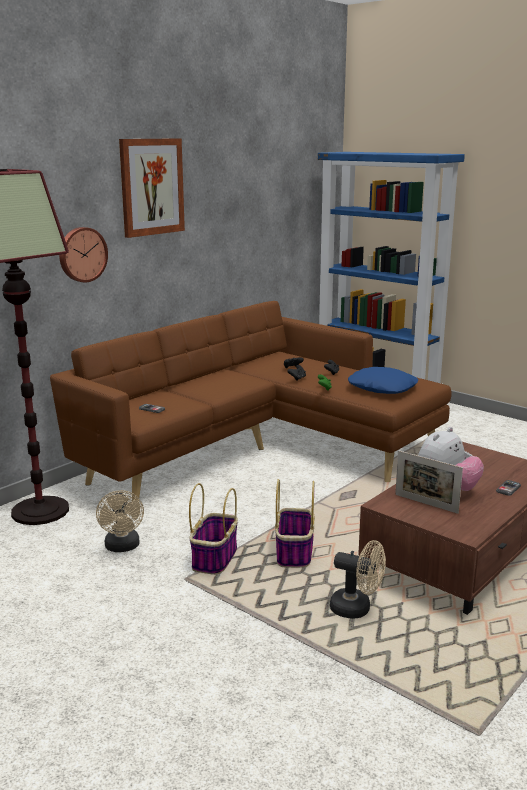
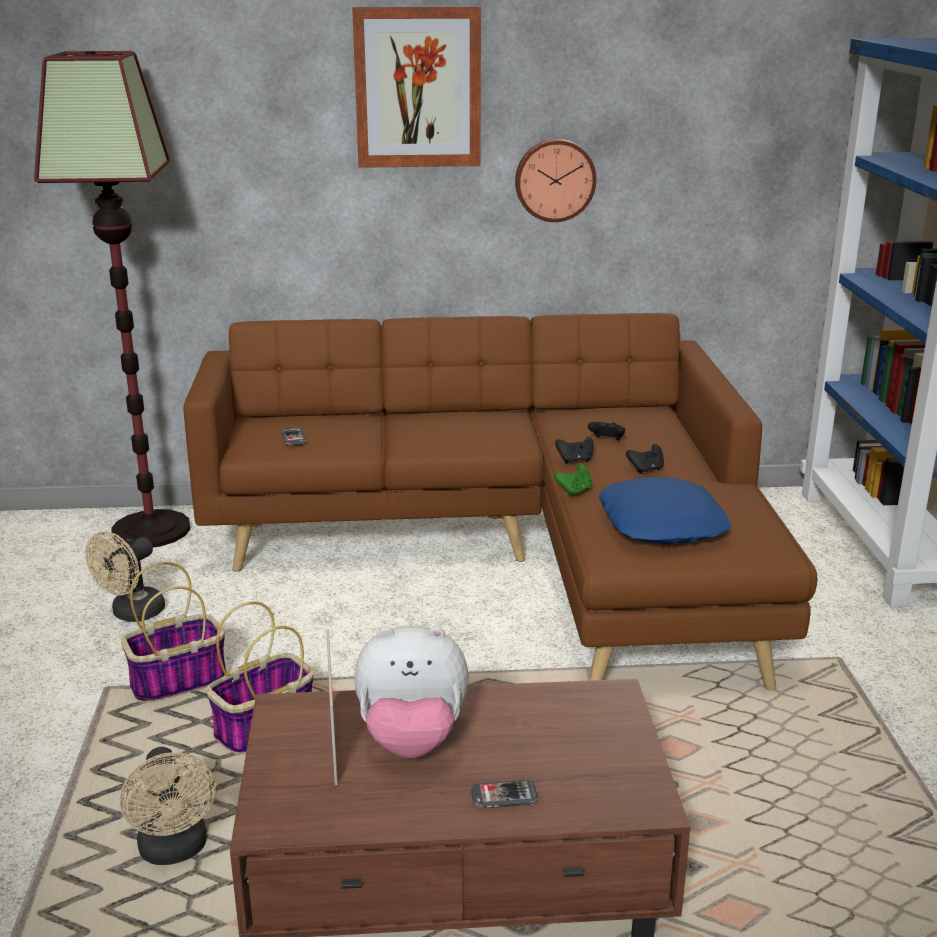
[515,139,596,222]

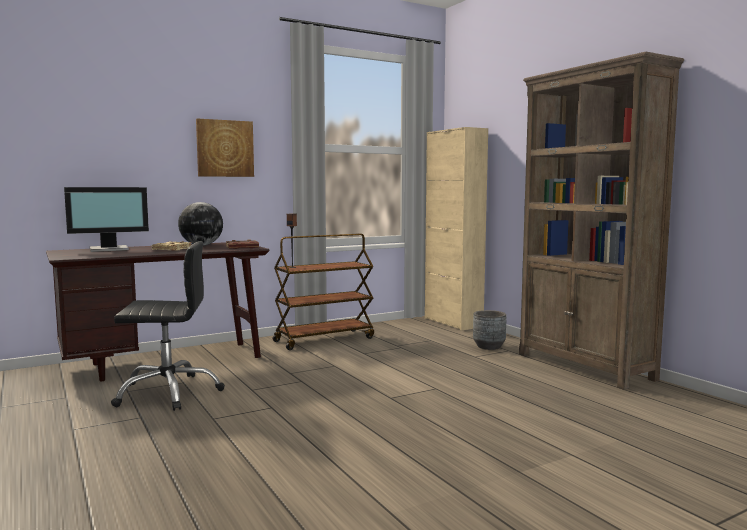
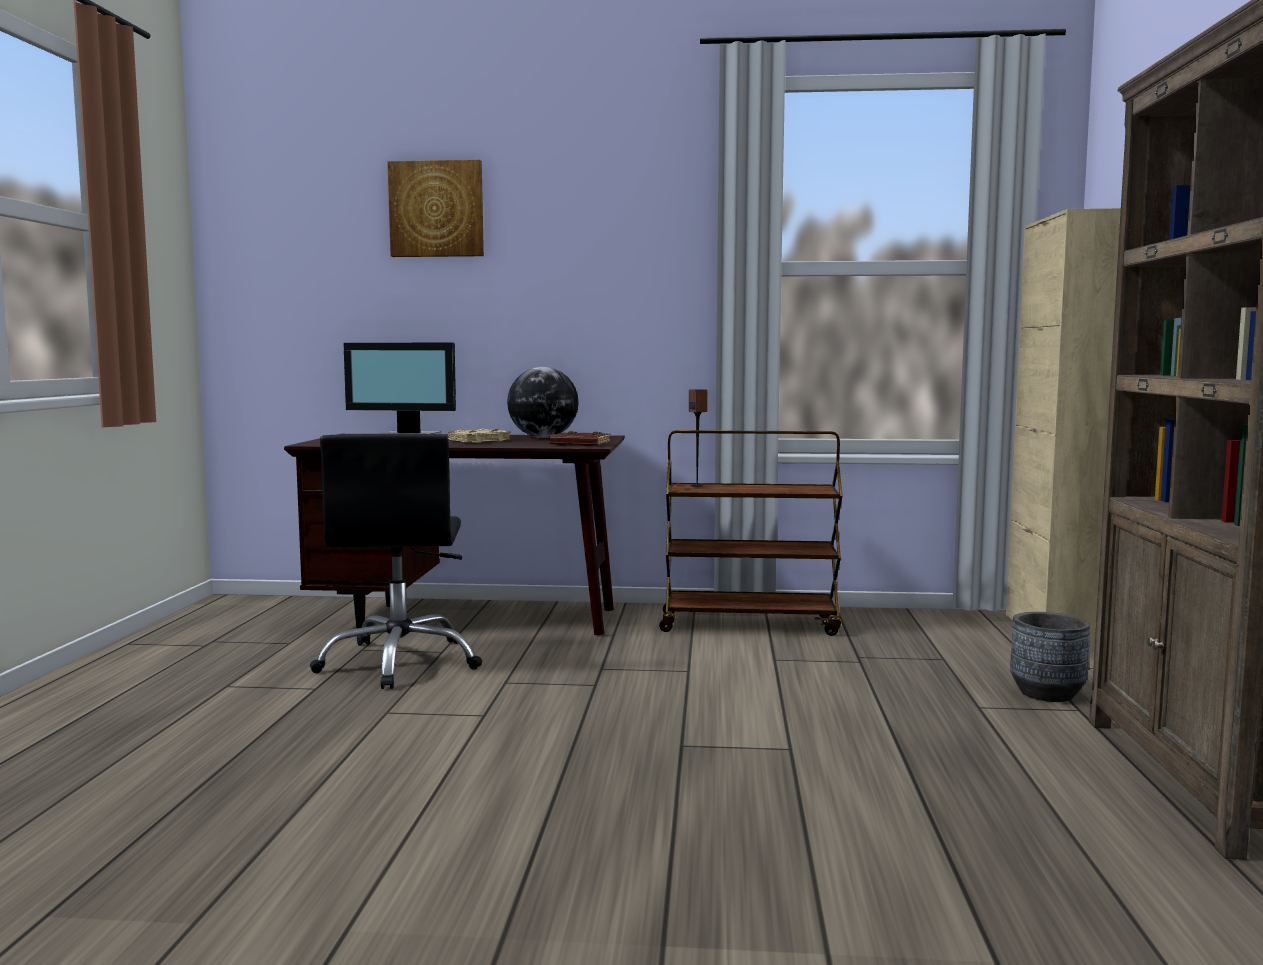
[310,434,482,689]
[387,160,484,257]

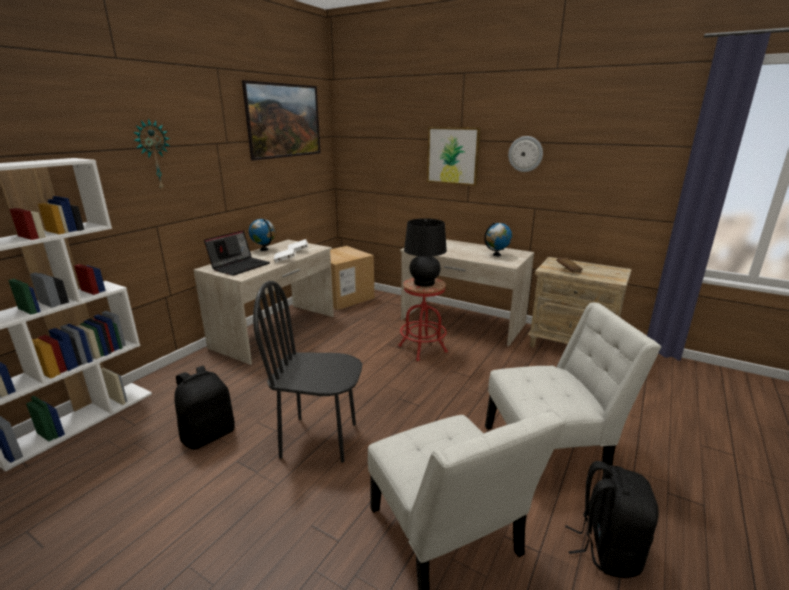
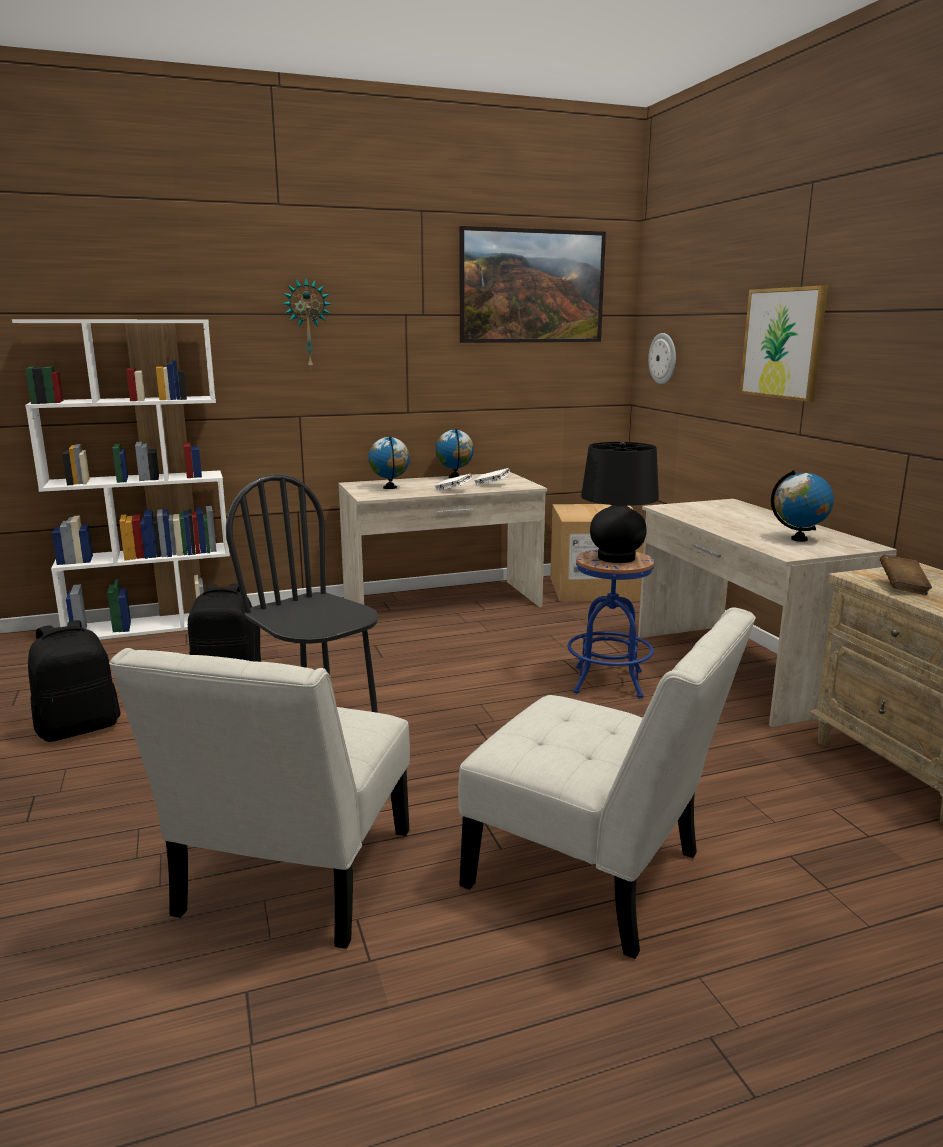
[28,620,121,742]
[368,436,410,489]
[567,549,654,698]
[648,333,676,384]

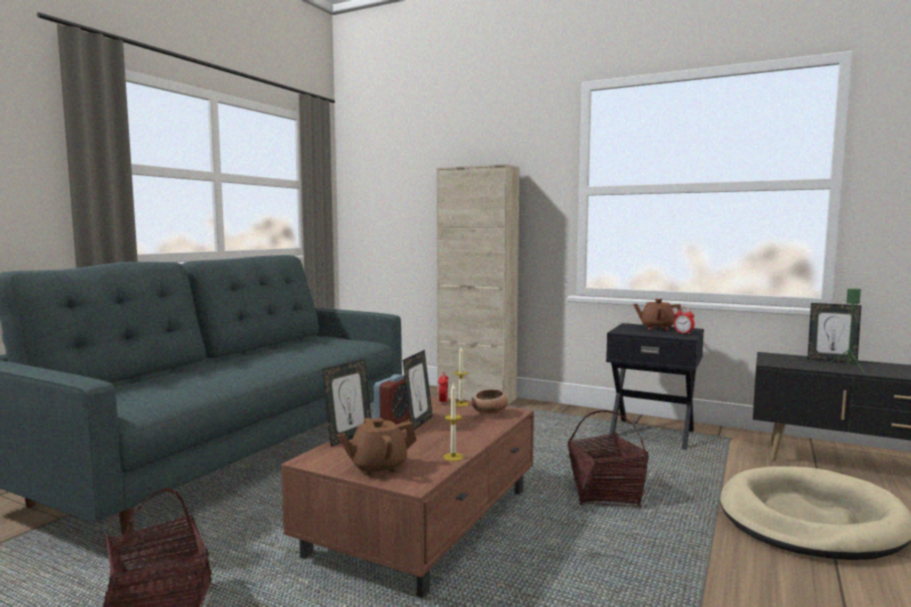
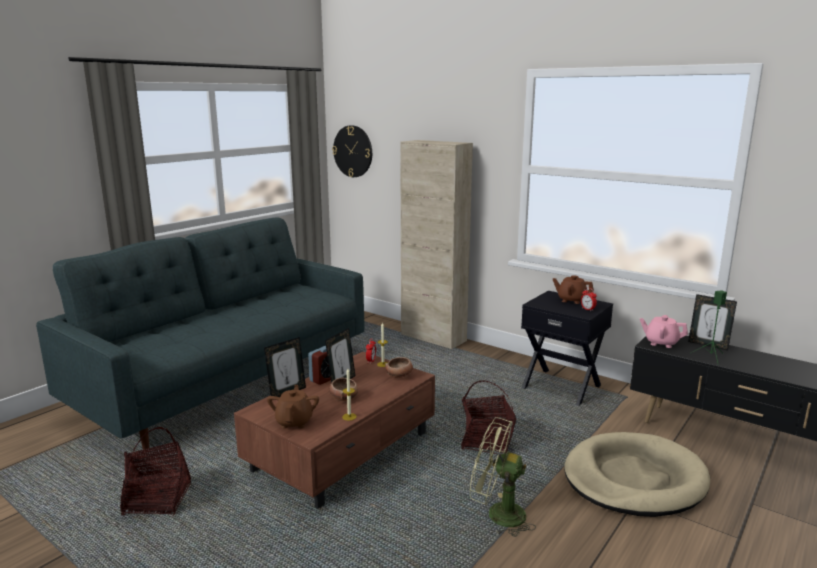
[267,385,319,428]
[329,378,358,401]
[332,125,372,177]
[470,417,536,537]
[640,315,688,348]

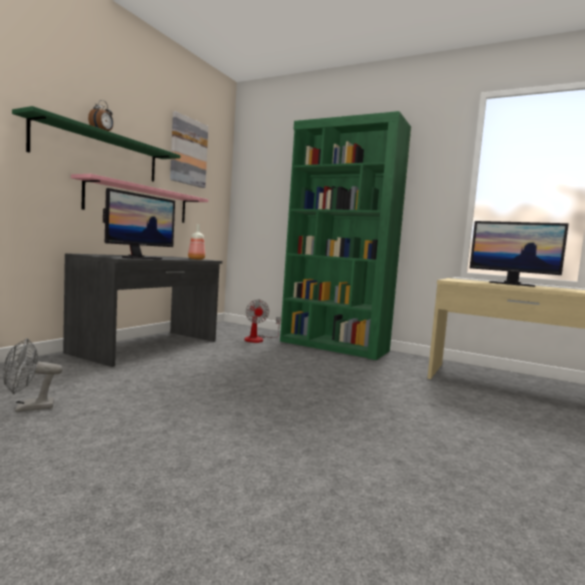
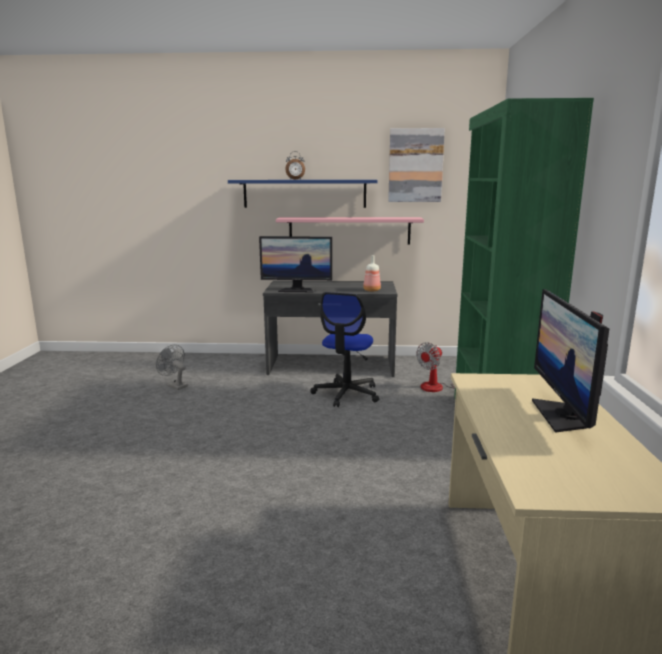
[228,180,377,208]
[310,292,379,407]

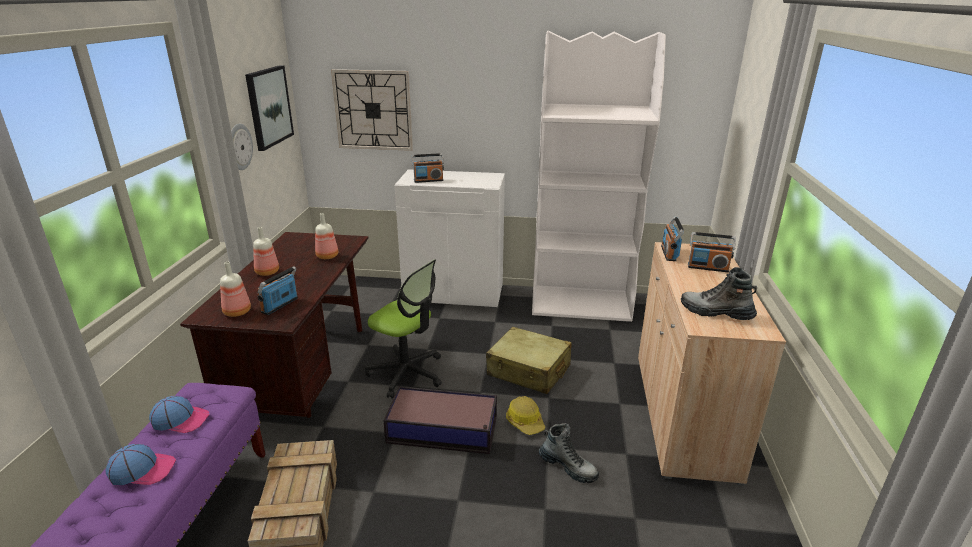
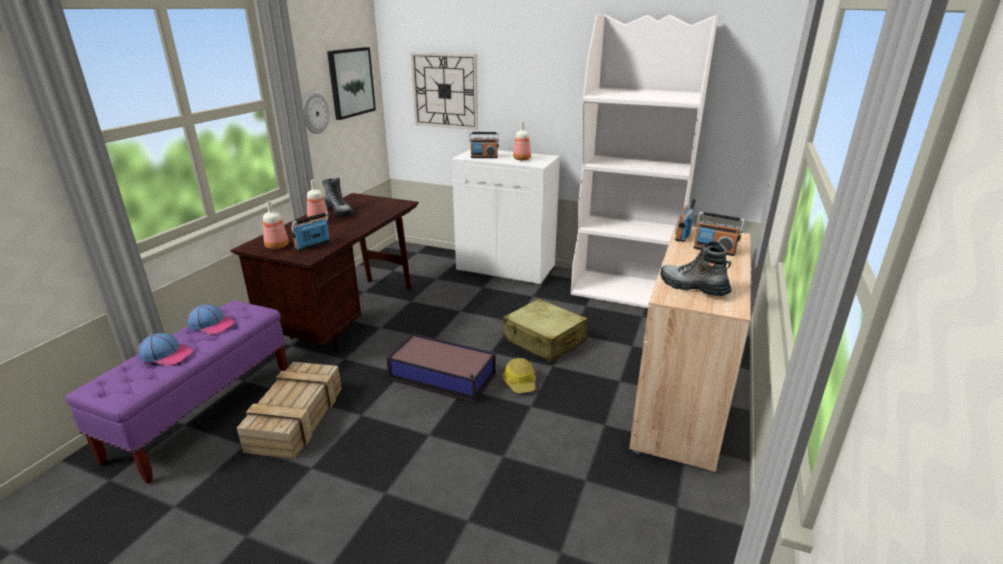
[322,177,354,217]
[513,121,531,160]
[365,259,442,399] (first image)

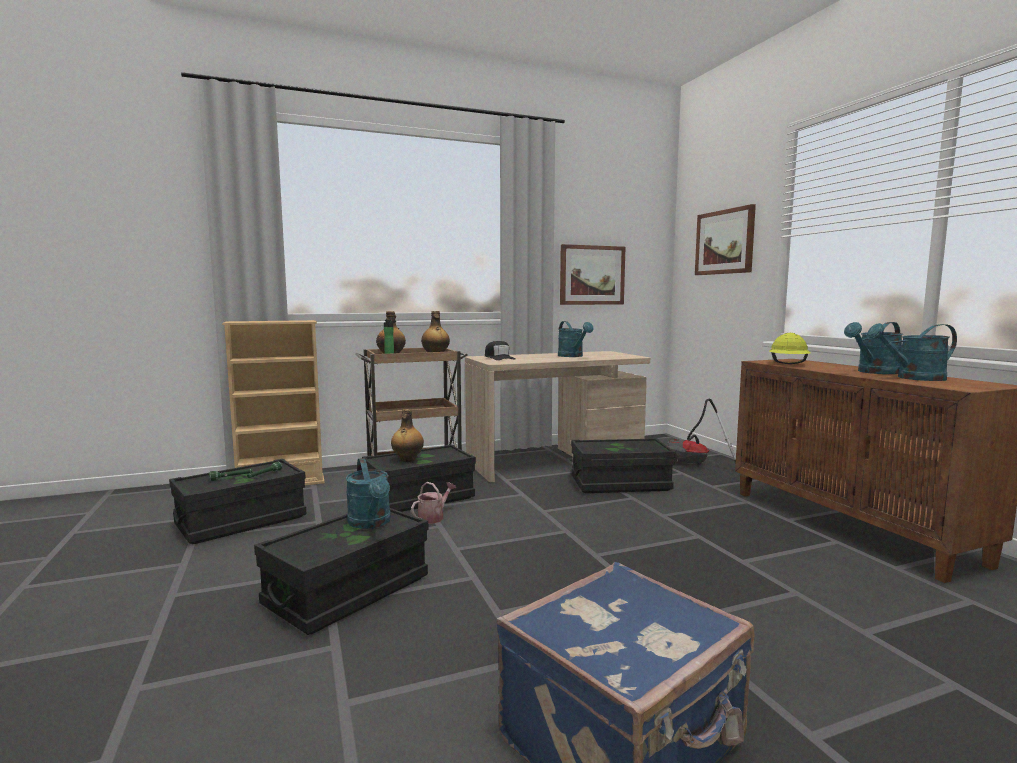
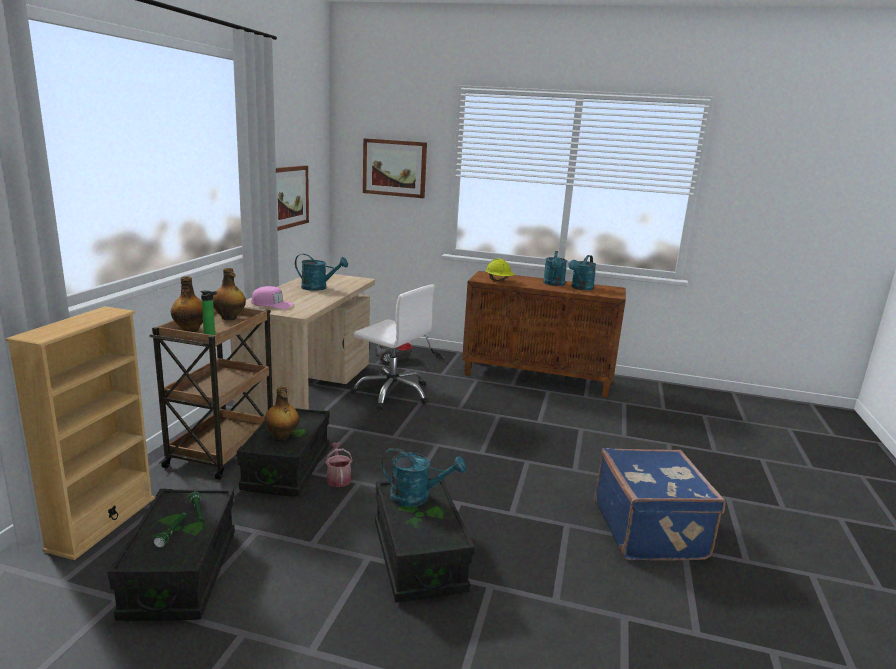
[251,286,295,309]
[351,285,435,410]

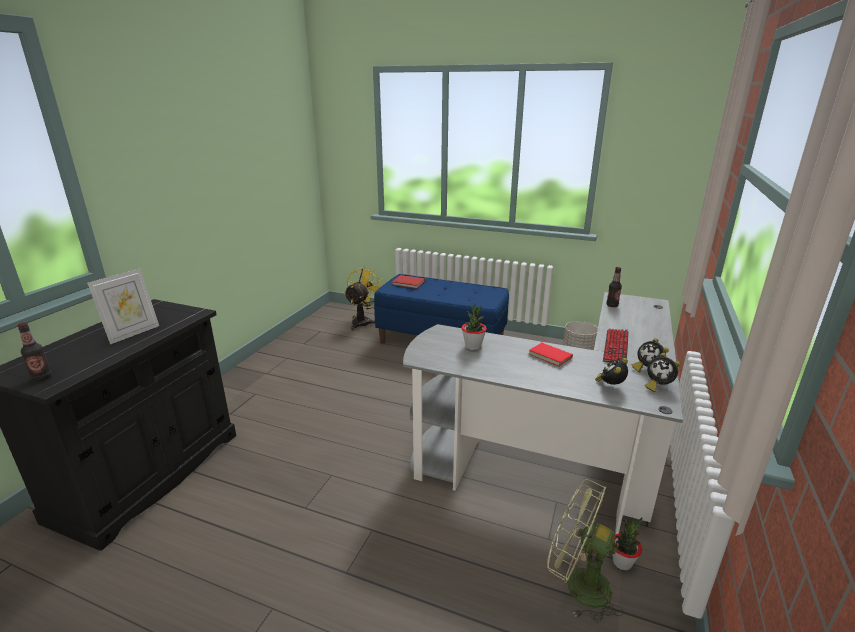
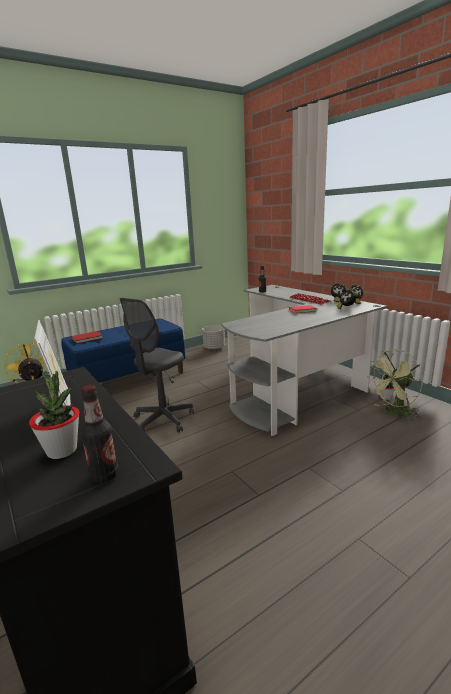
[29,371,79,459]
[120,298,194,433]

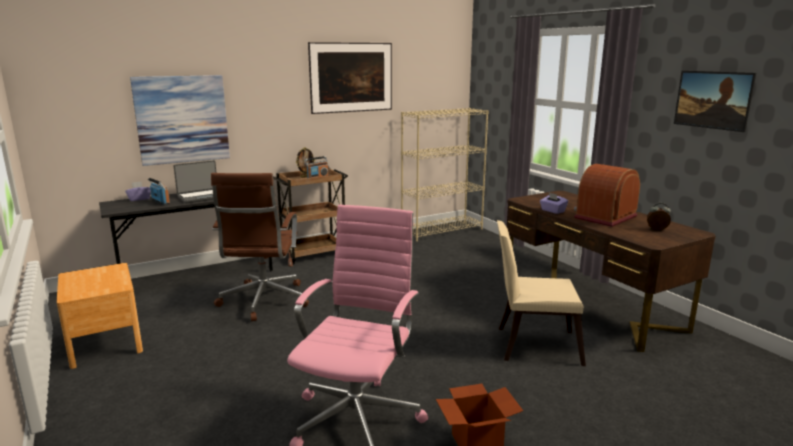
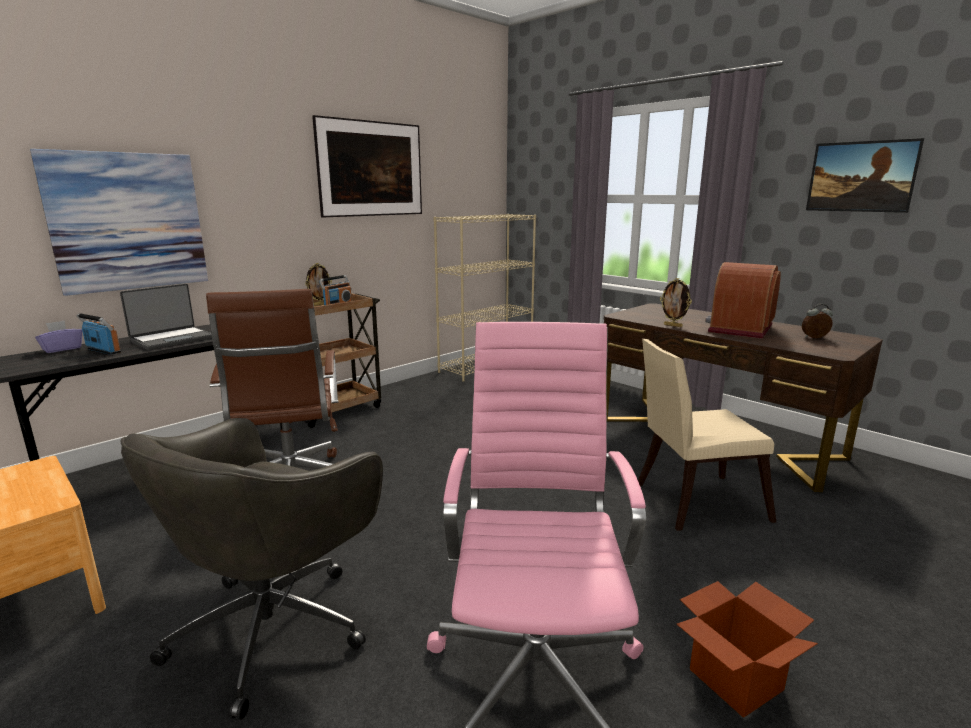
[121,418,383,720]
[660,278,692,327]

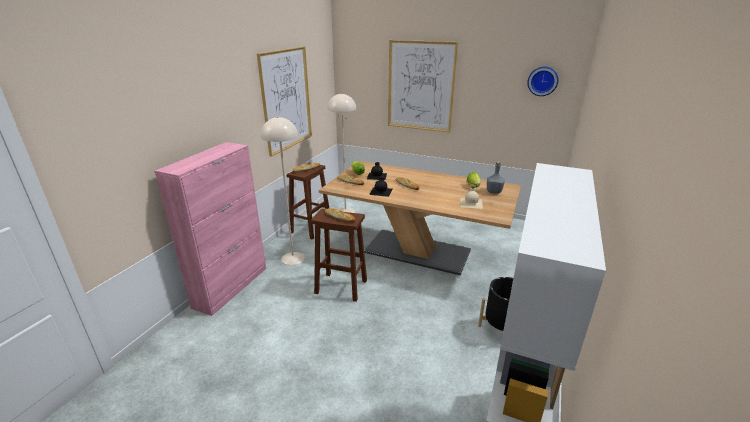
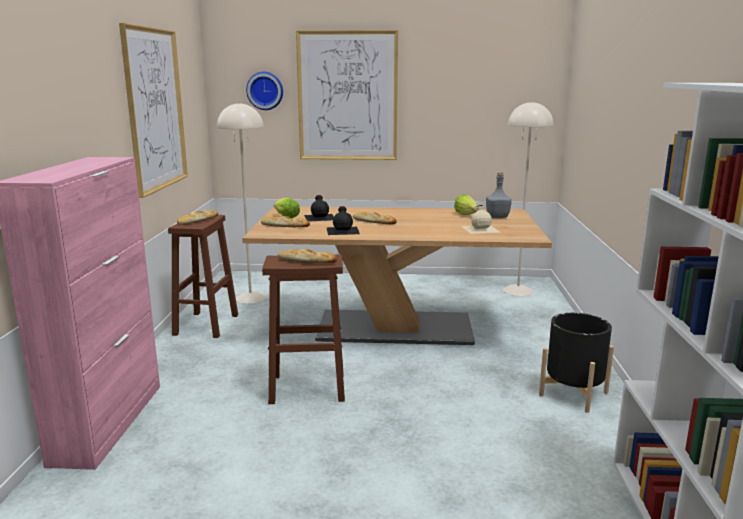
[246,72,283,110]
[503,101,553,296]

